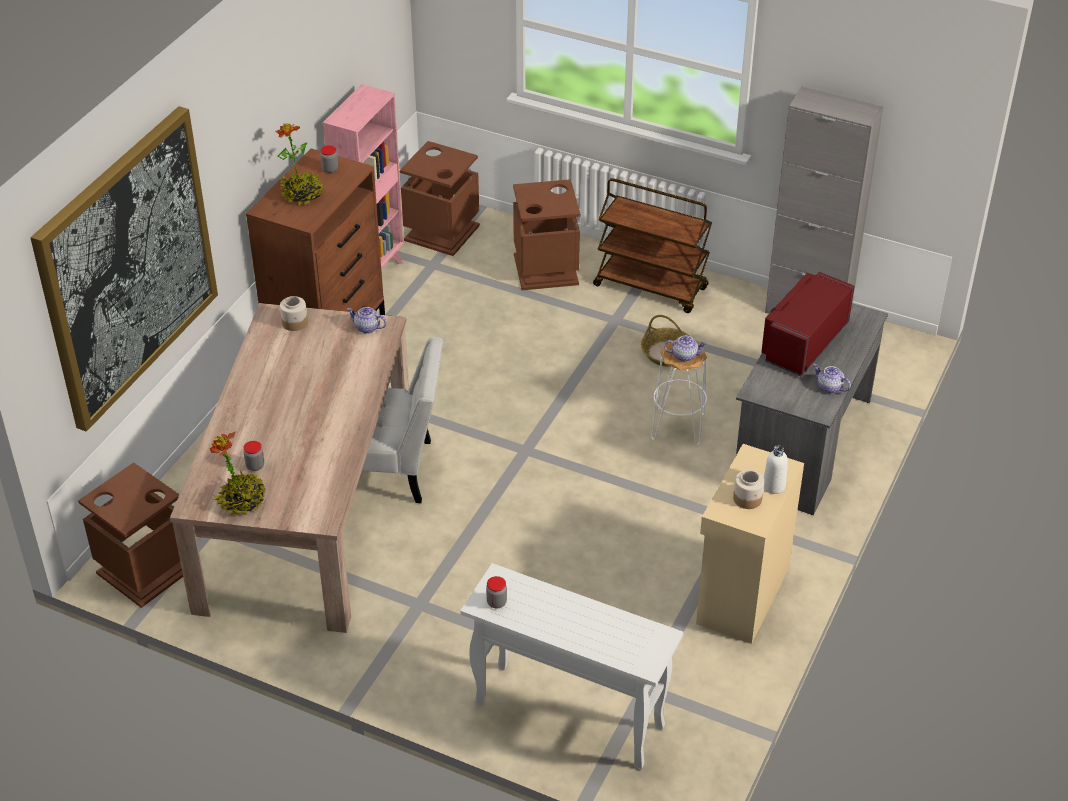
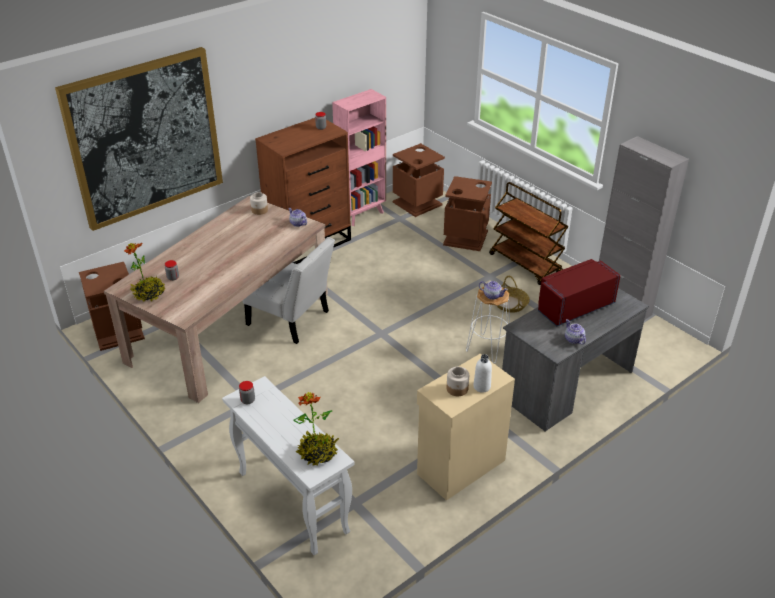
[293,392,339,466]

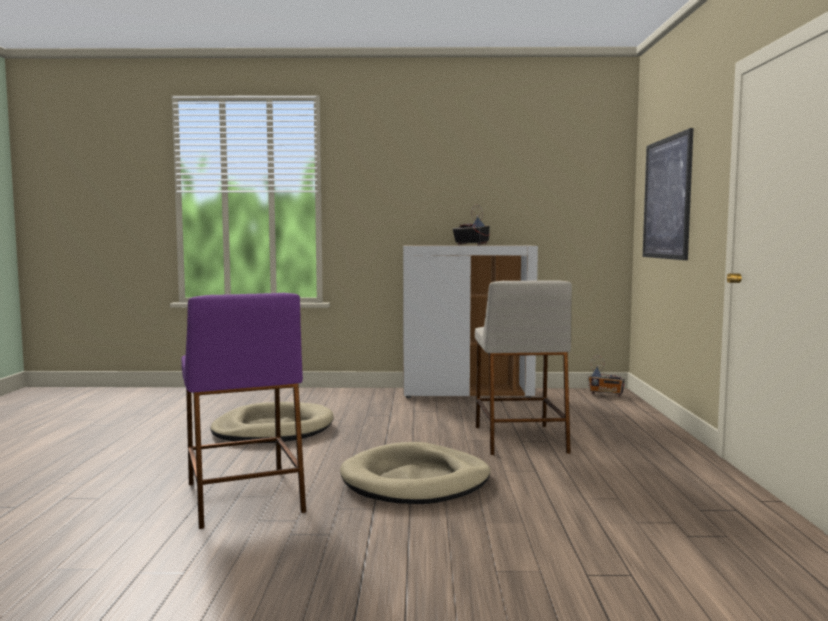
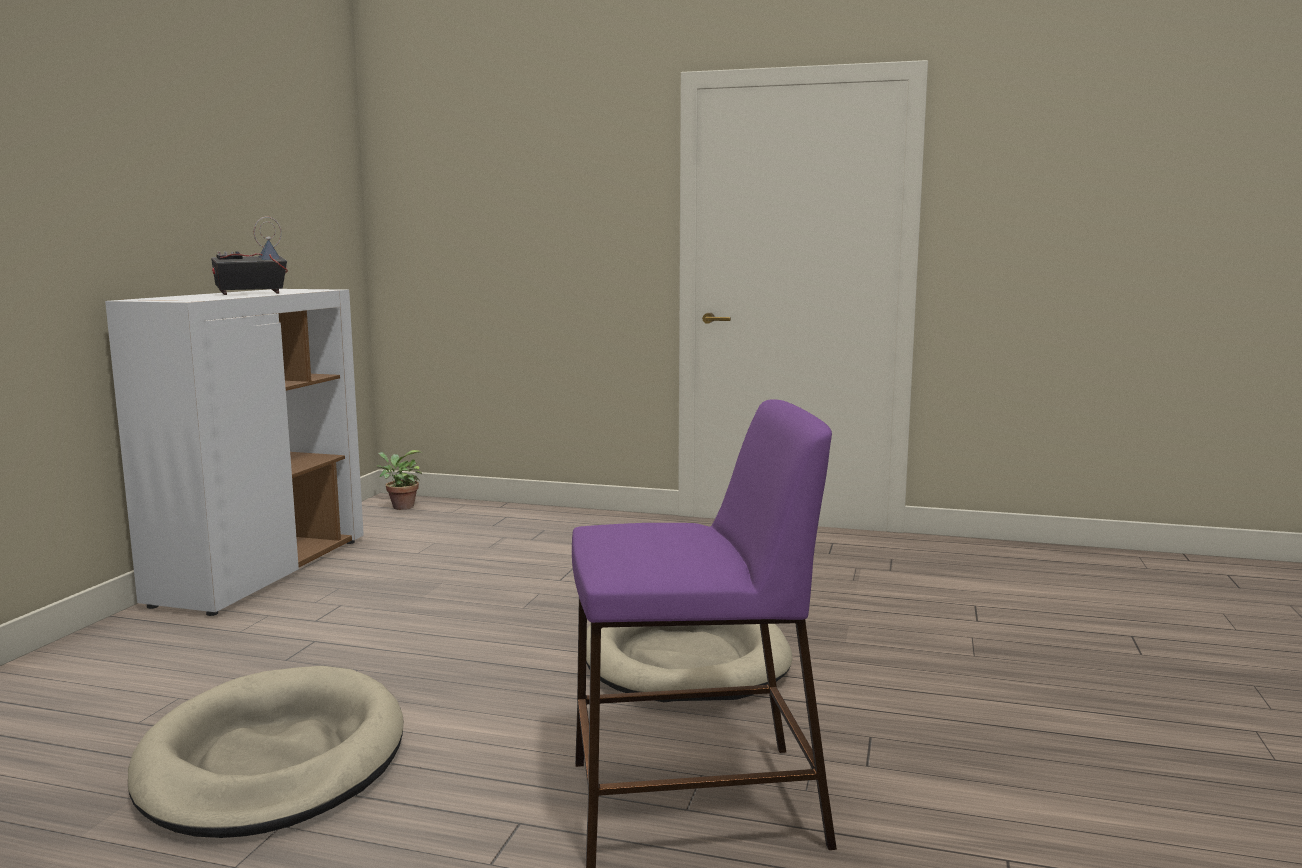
[376,450,422,510]
[475,280,572,455] (first image)
[643,128,694,260] (first image)

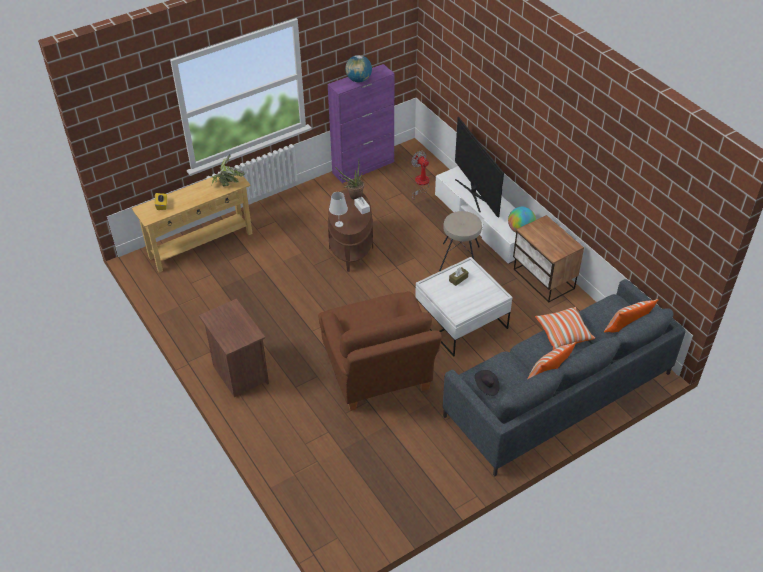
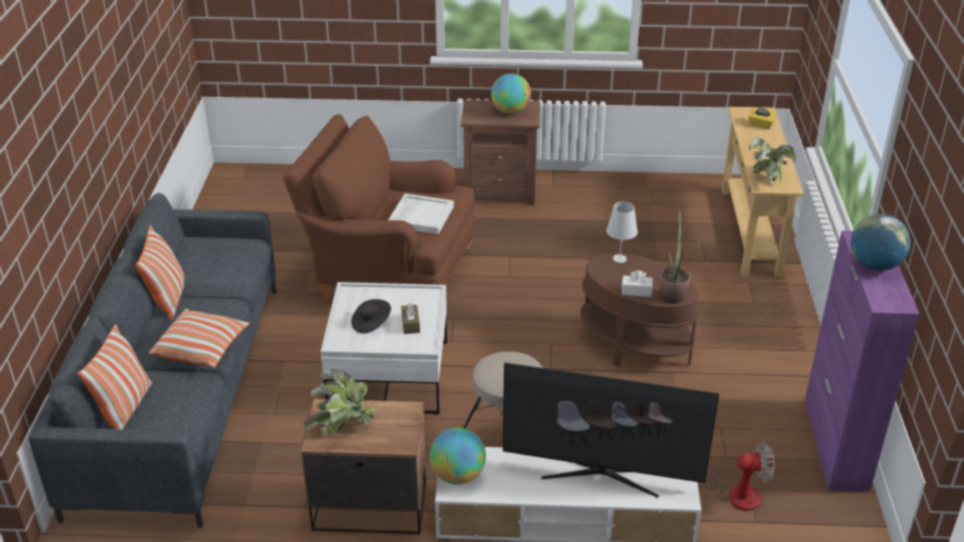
[302,369,376,435]
[351,299,391,333]
[388,193,454,234]
[491,74,531,114]

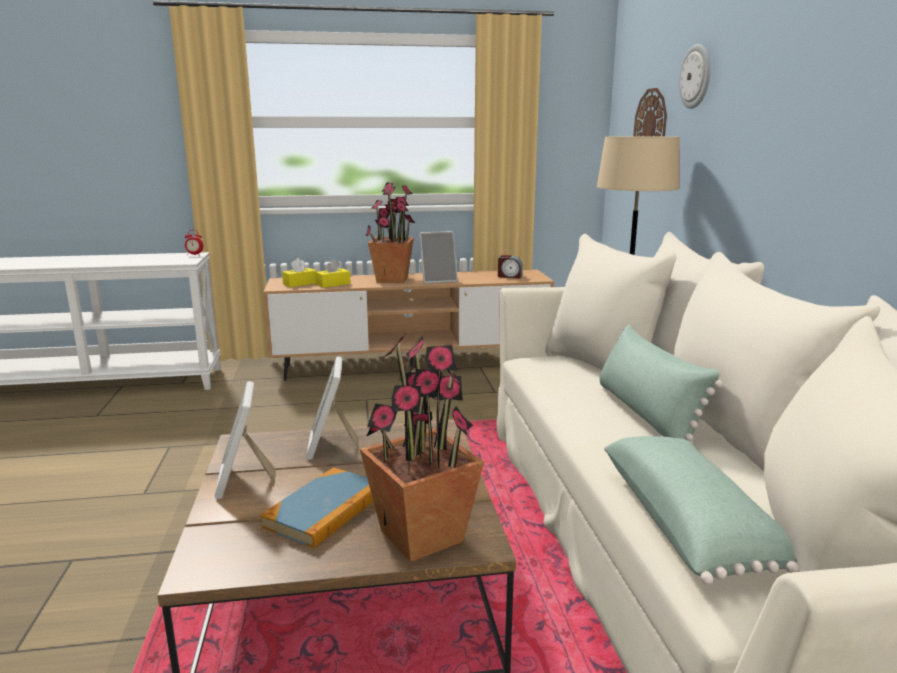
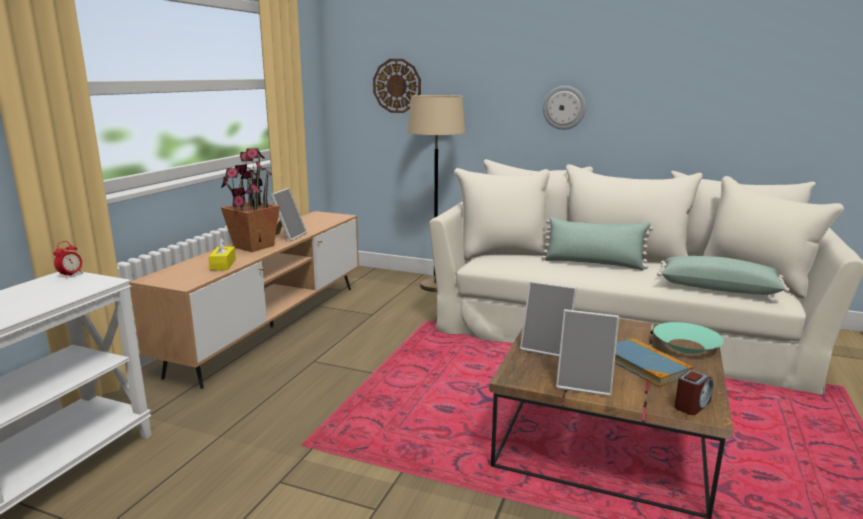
[543,86,586,130]
[653,322,724,354]
[674,370,714,415]
[282,258,317,287] (first image)

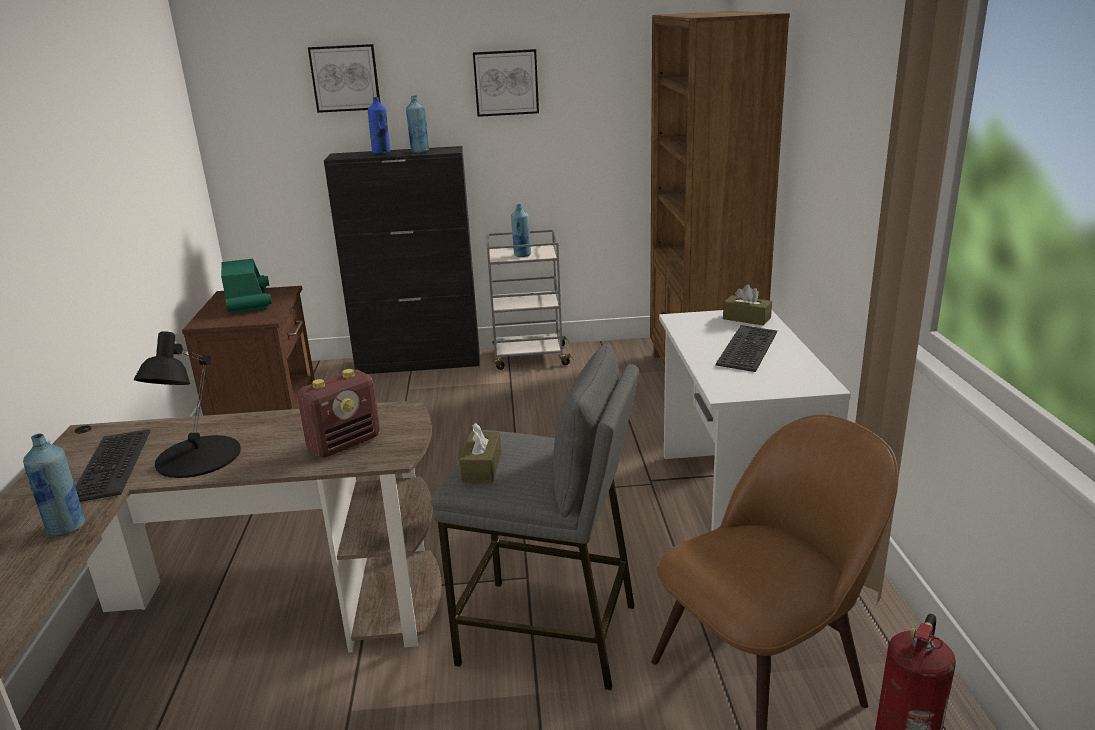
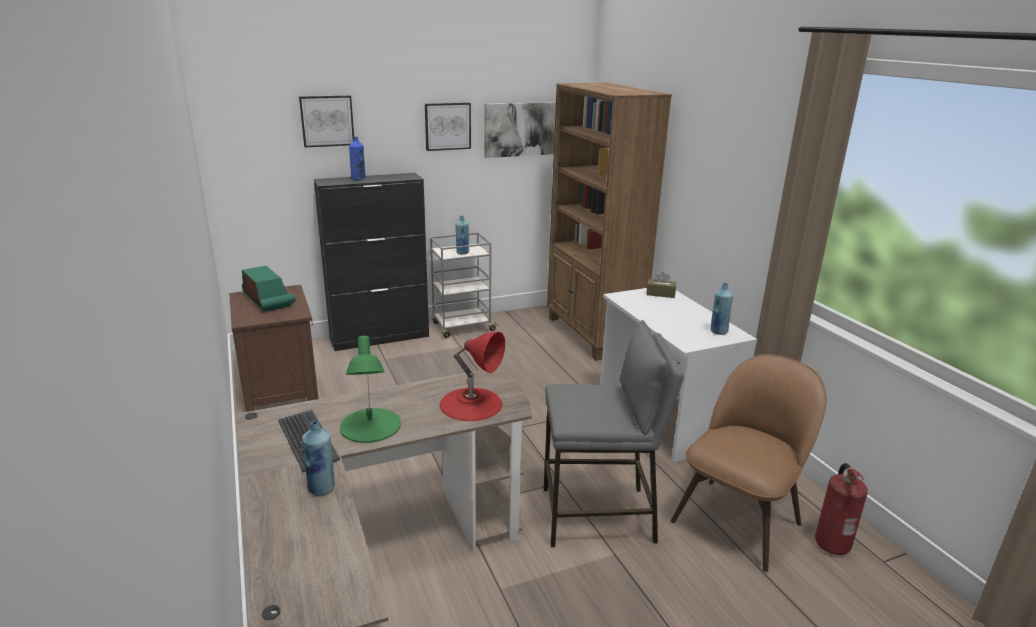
[340,336,401,443]
[440,332,505,421]
[484,102,556,158]
[710,283,733,335]
[459,423,501,483] (first image)
[716,325,777,372] (first image)

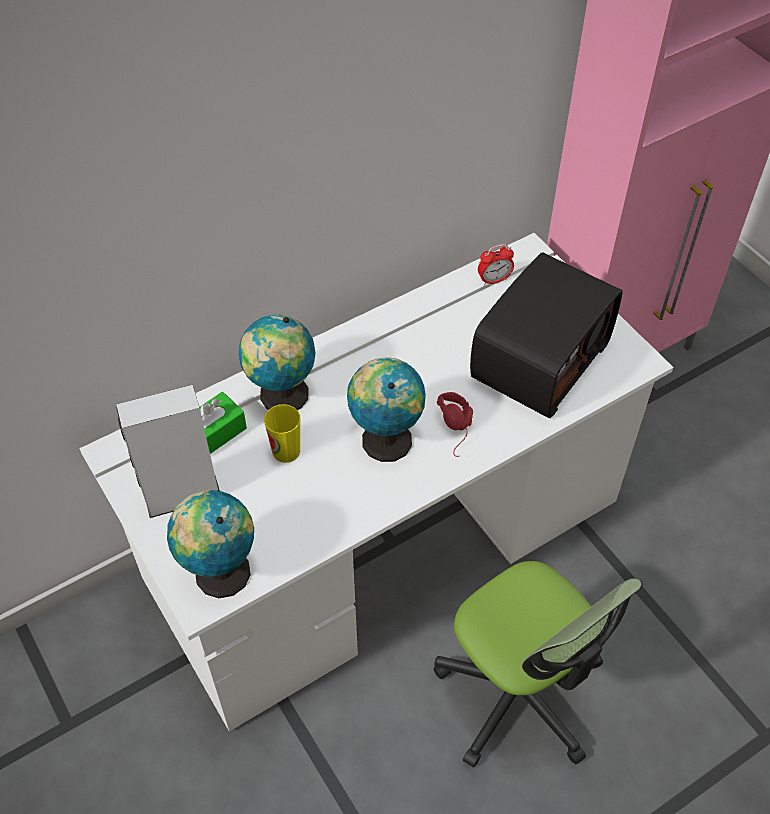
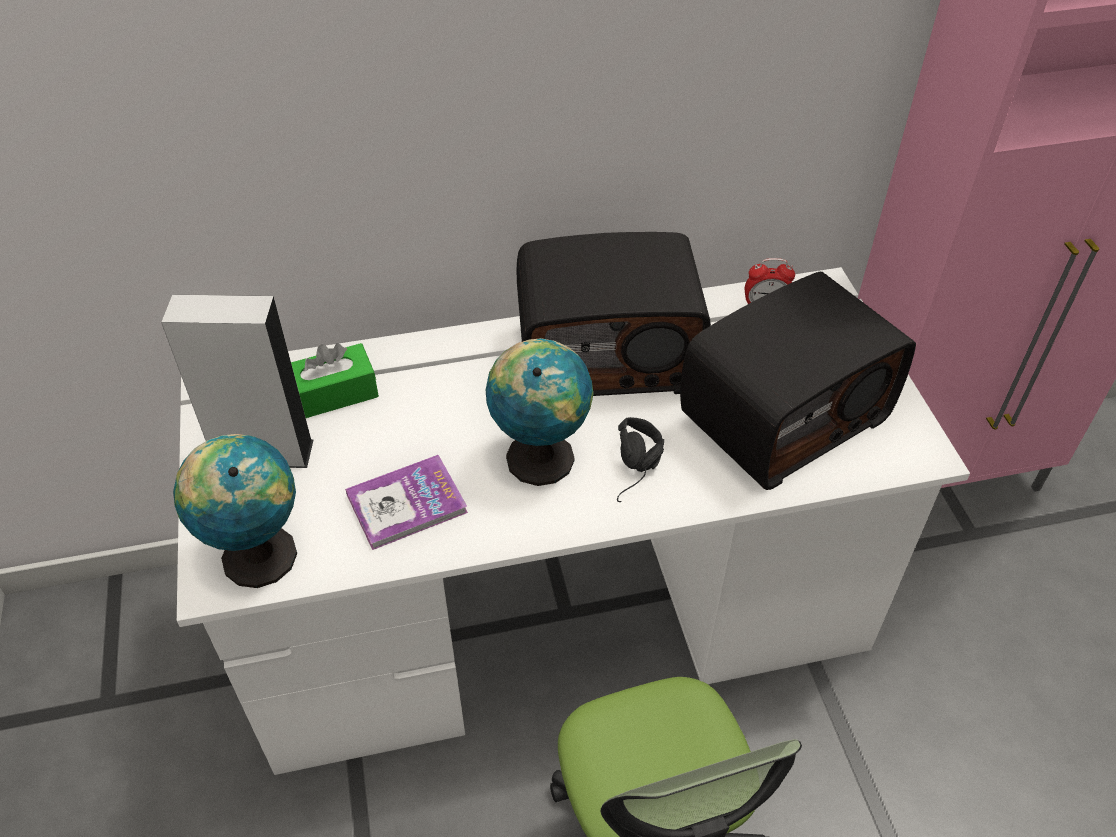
[345,455,468,550]
[517,232,711,396]
[617,417,664,502]
[239,315,316,410] (first image)
[264,404,300,463] (first image)

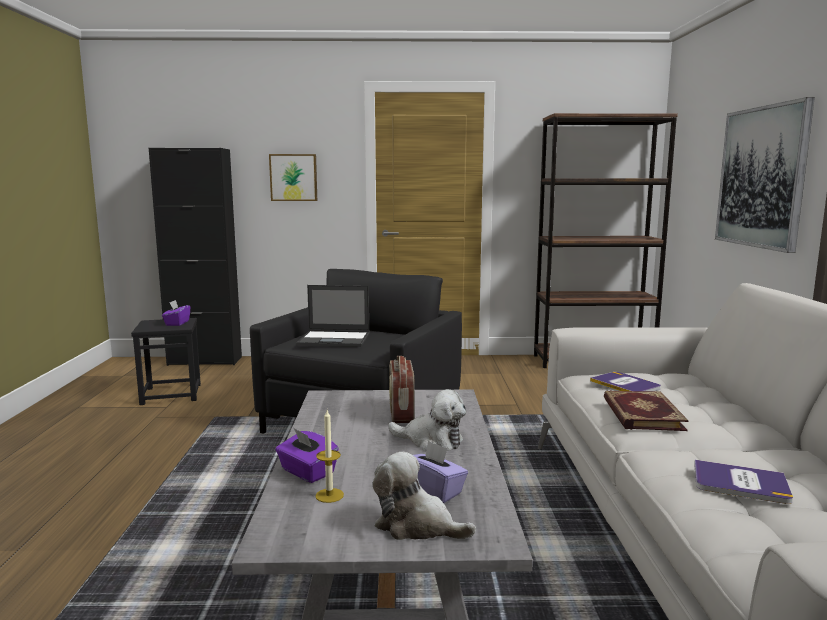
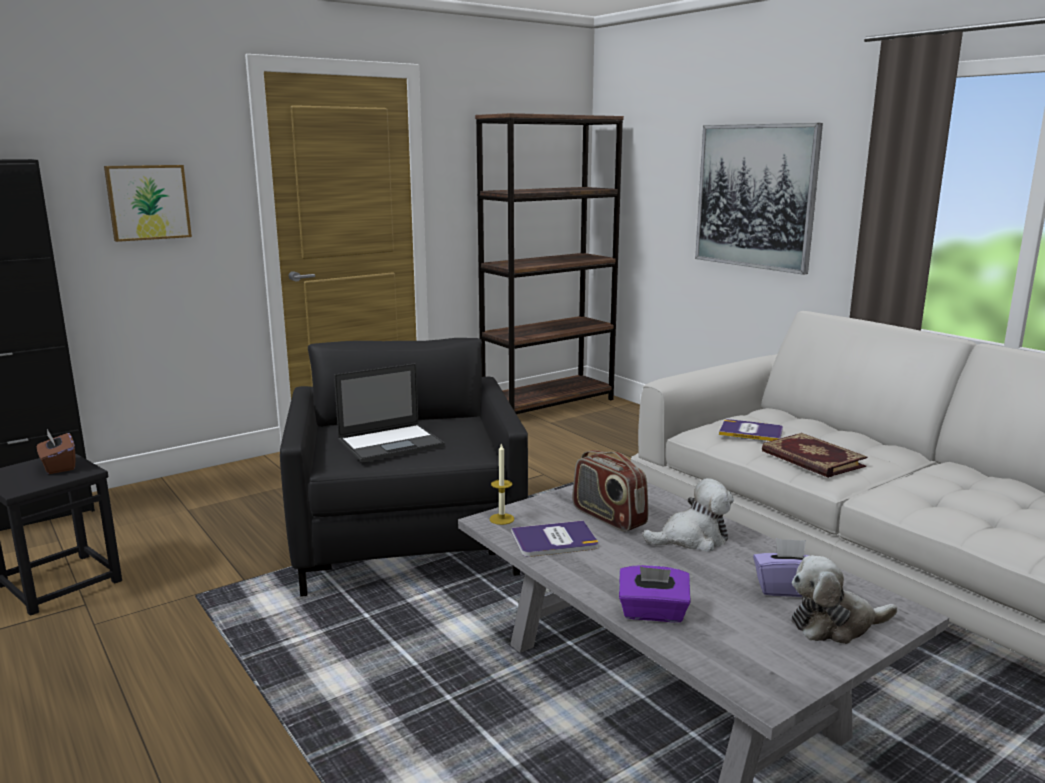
[37,429,76,474]
[490,443,514,525]
[511,520,598,557]

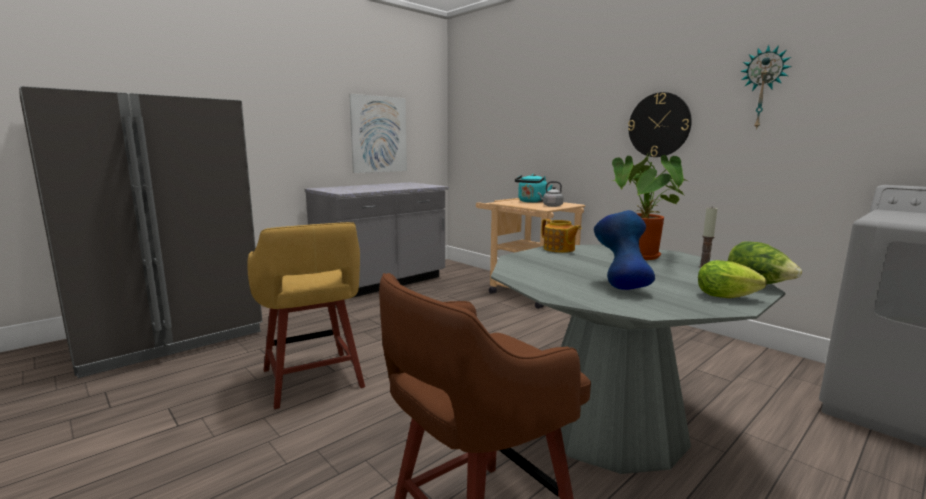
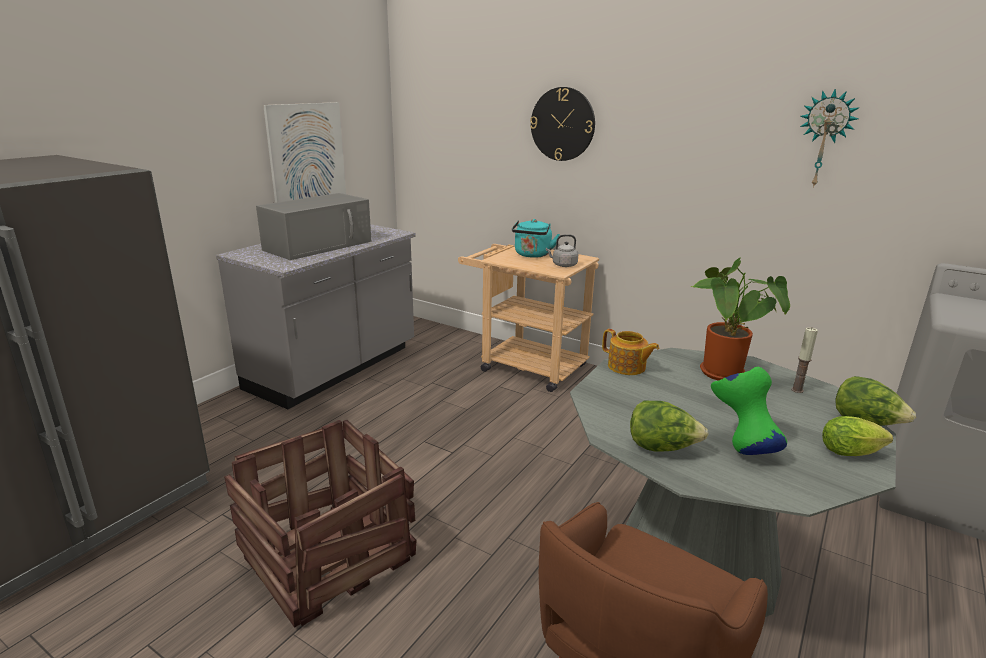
[224,420,416,628]
[256,193,371,260]
[530,87,595,161]
[630,401,708,452]
[711,367,787,455]

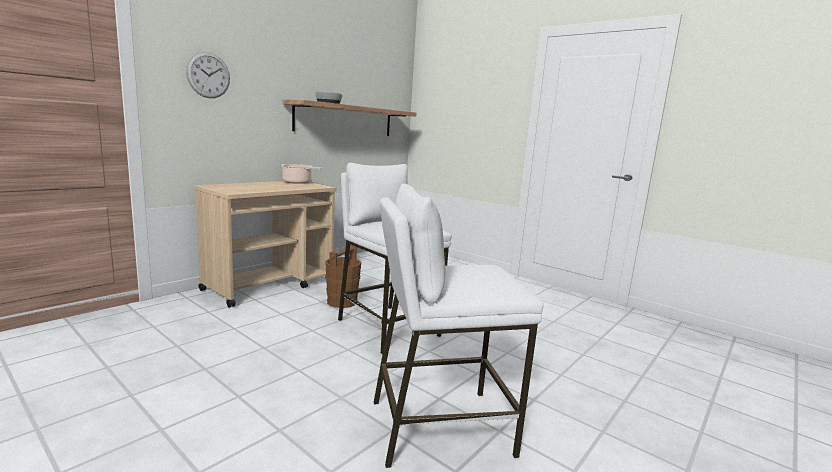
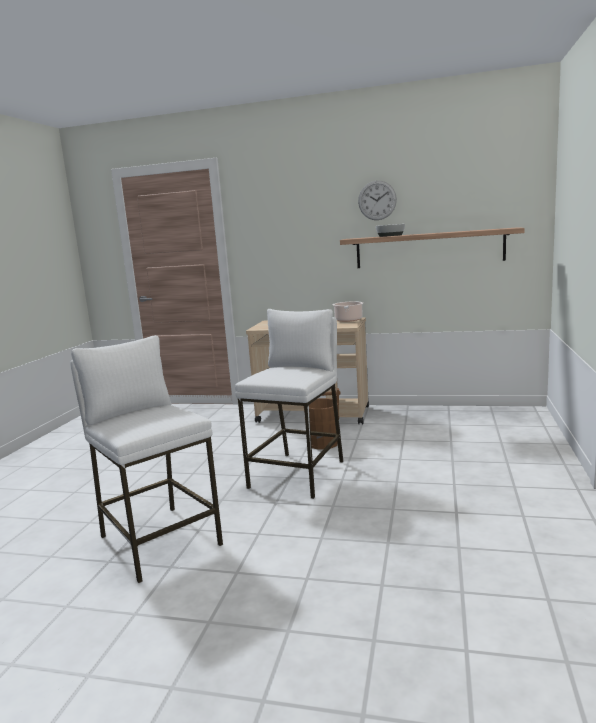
[358,181,397,220]

